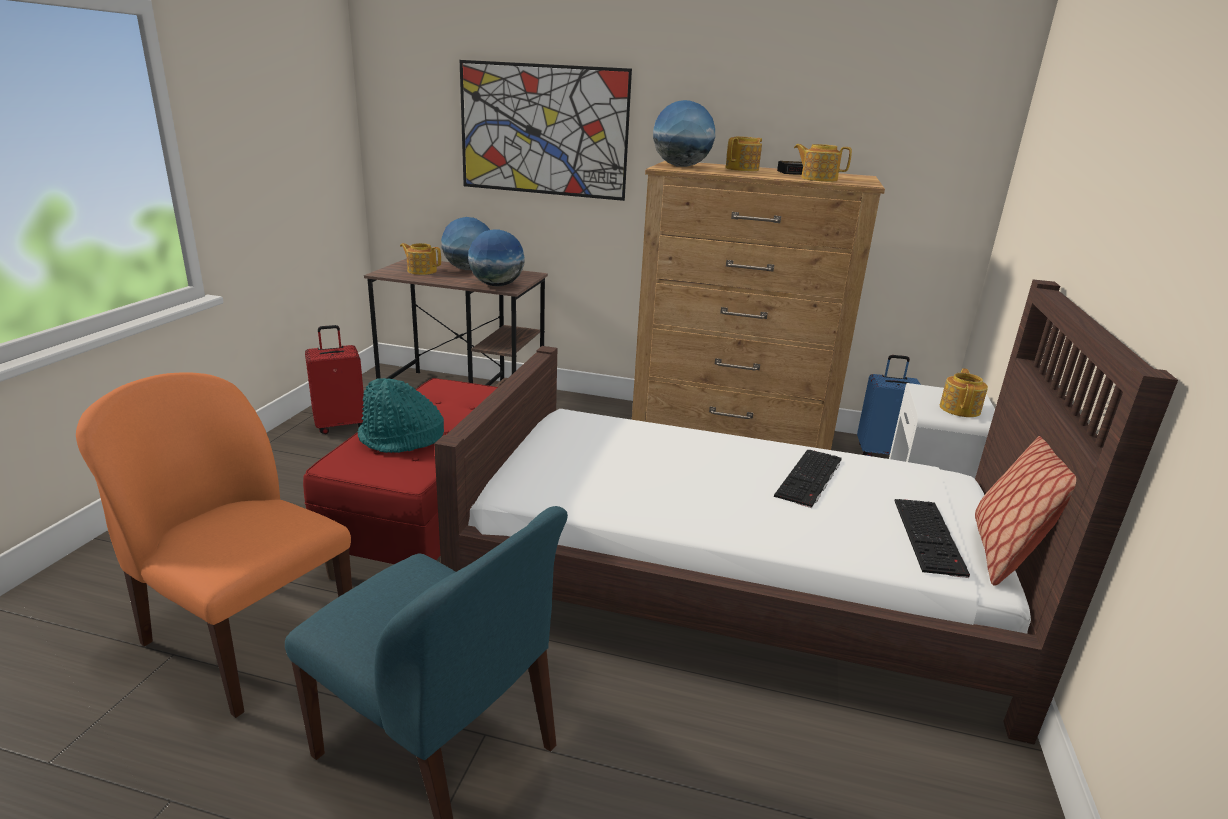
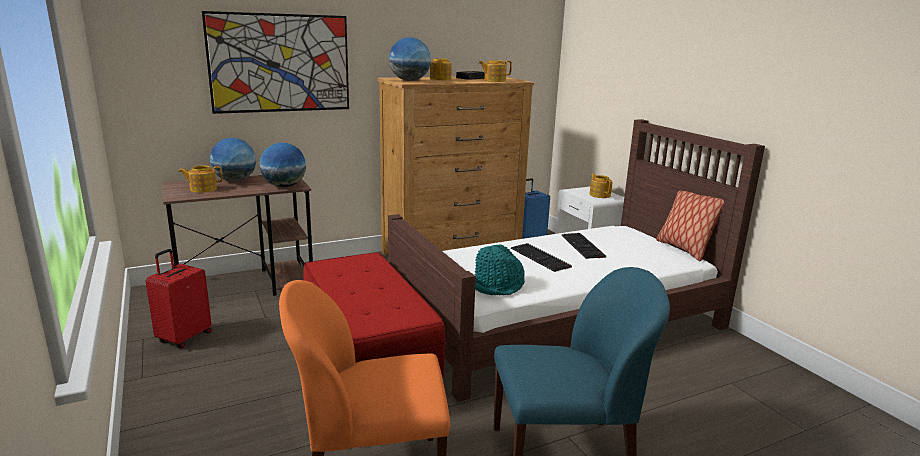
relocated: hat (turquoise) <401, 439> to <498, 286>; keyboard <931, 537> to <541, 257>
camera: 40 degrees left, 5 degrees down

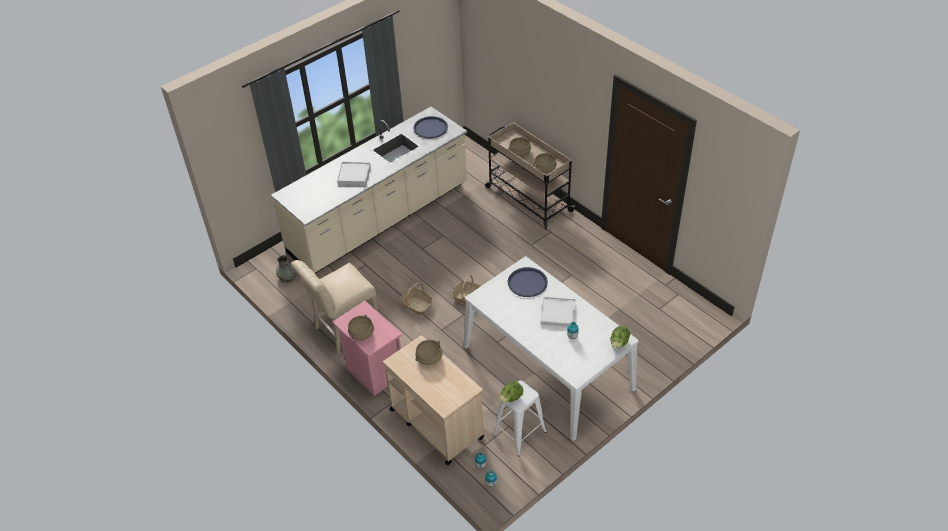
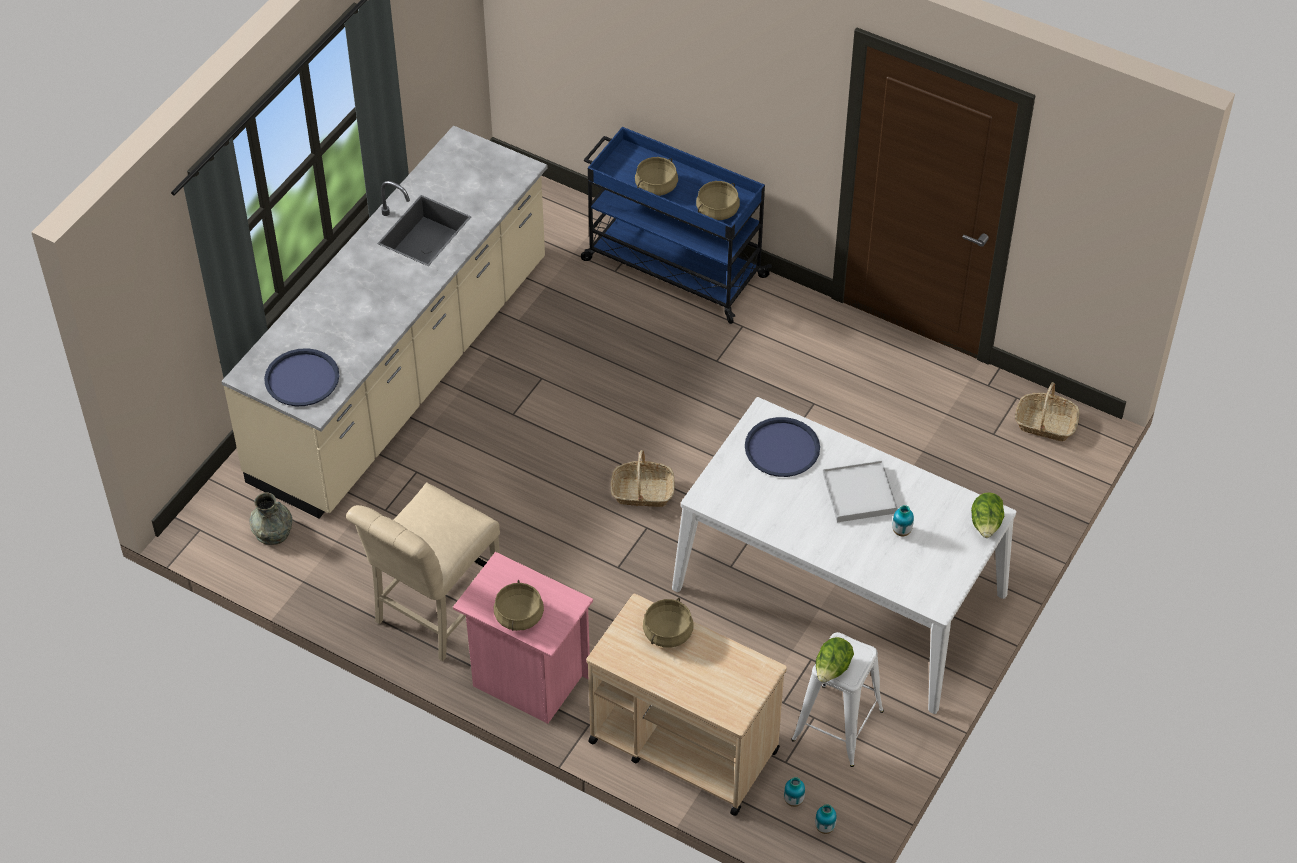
missing: tray (white) <354, 174>
relocated: basket <416, 305> to <1045, 424>; tray (blue) <430, 128> to <302, 378>
colour: cart (beige) <527, 198> to cart (blue) <672, 267>
camera: 20 degrees left, 5 degrees up

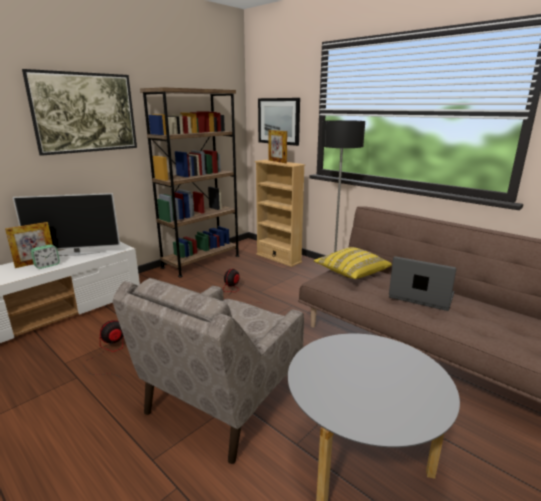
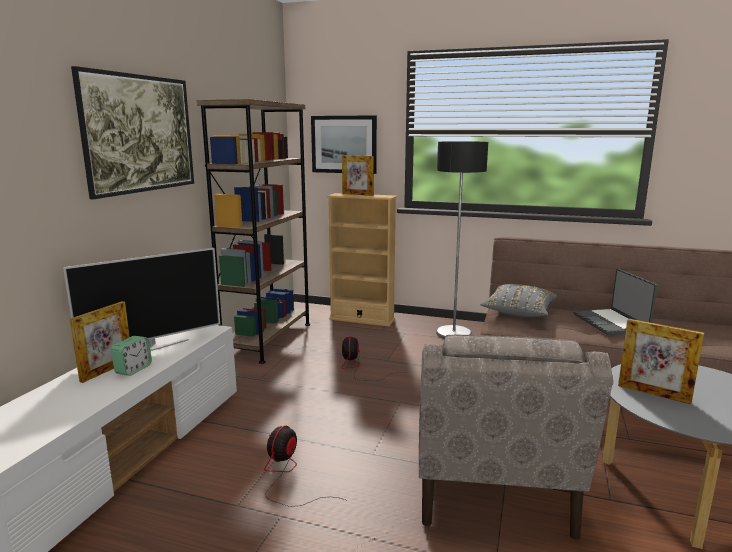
appeared: picture frame <653, 393>
colour: pillow (yellow) <351, 273> to pillow (grey) <519, 313>
spun: laptop <420, 297> = <611, 323> 105 degrees counterclockwise
camera: 25 degrees left, 5 degrees down

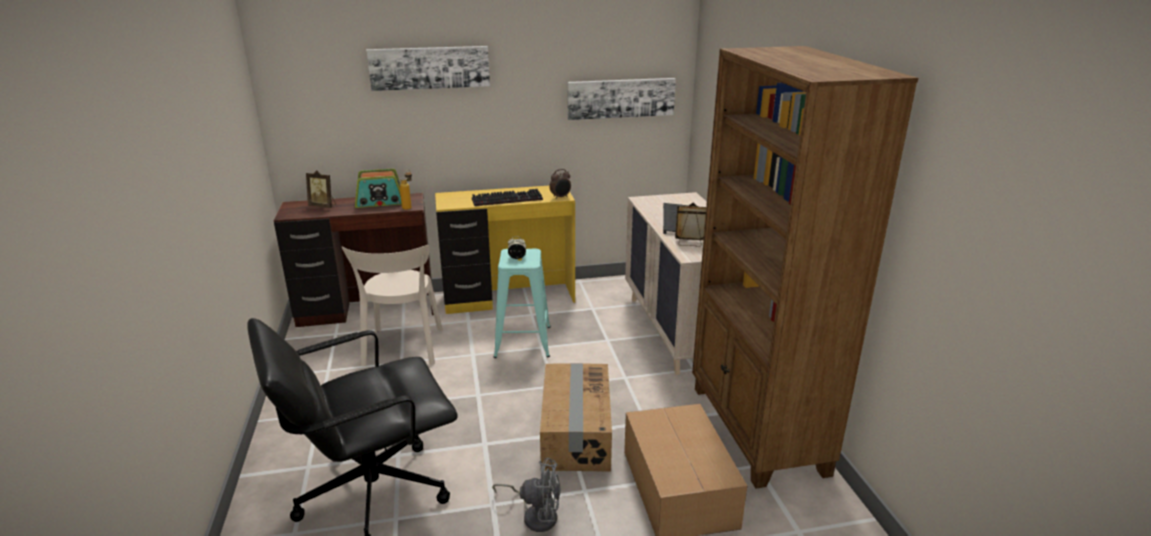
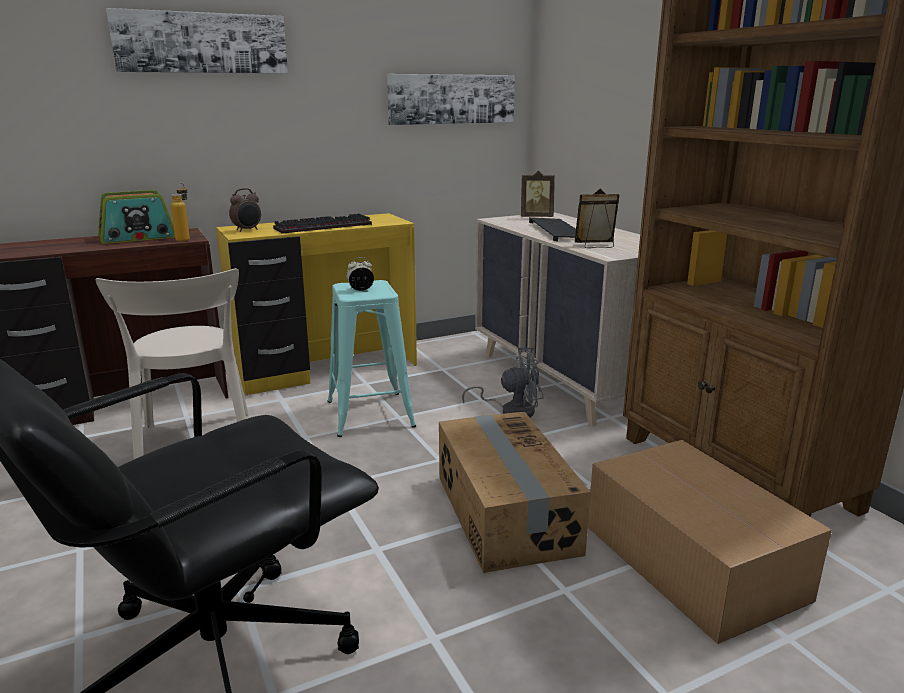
relocated: picture frame <323, 206> to <536, 217>; fan (grey) <536, 515> to <511, 411>; alarm clock <560, 197> to <247, 230>
camera: 15 degrees left, 5 degrees down

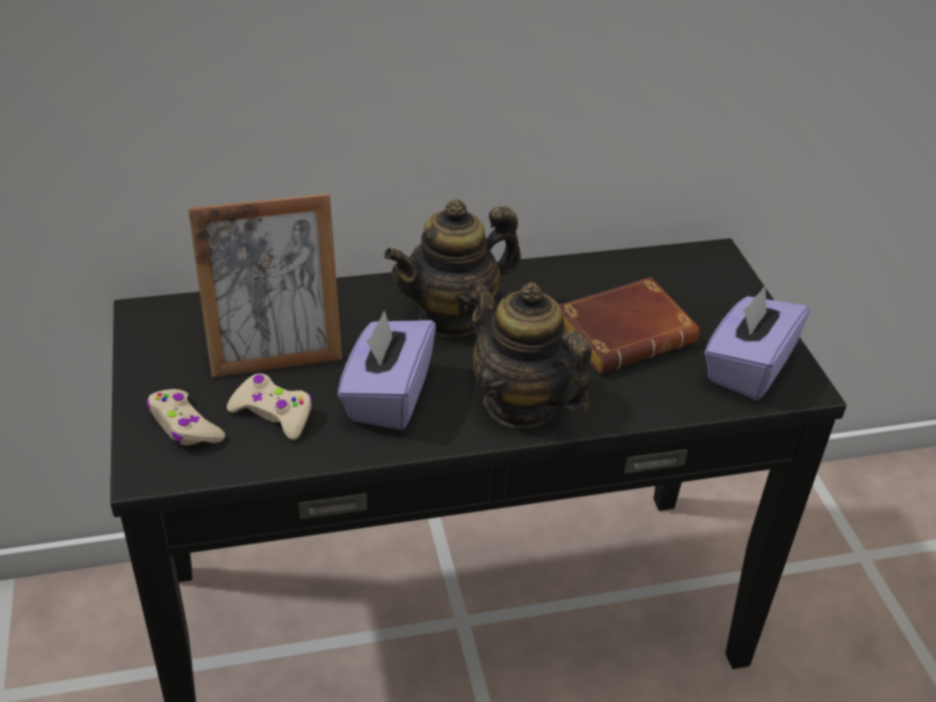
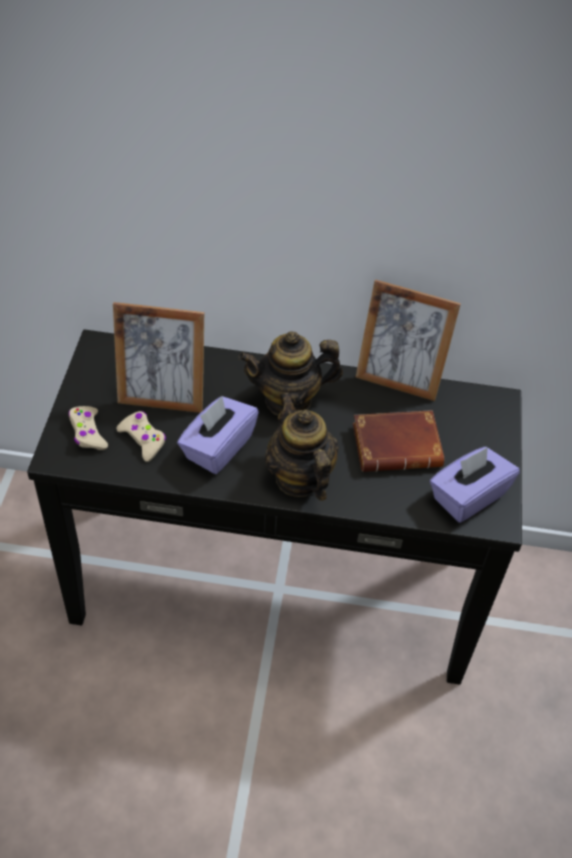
appeared: picture frame <398, 381>
camera: 20 degrees right, 10 degrees up

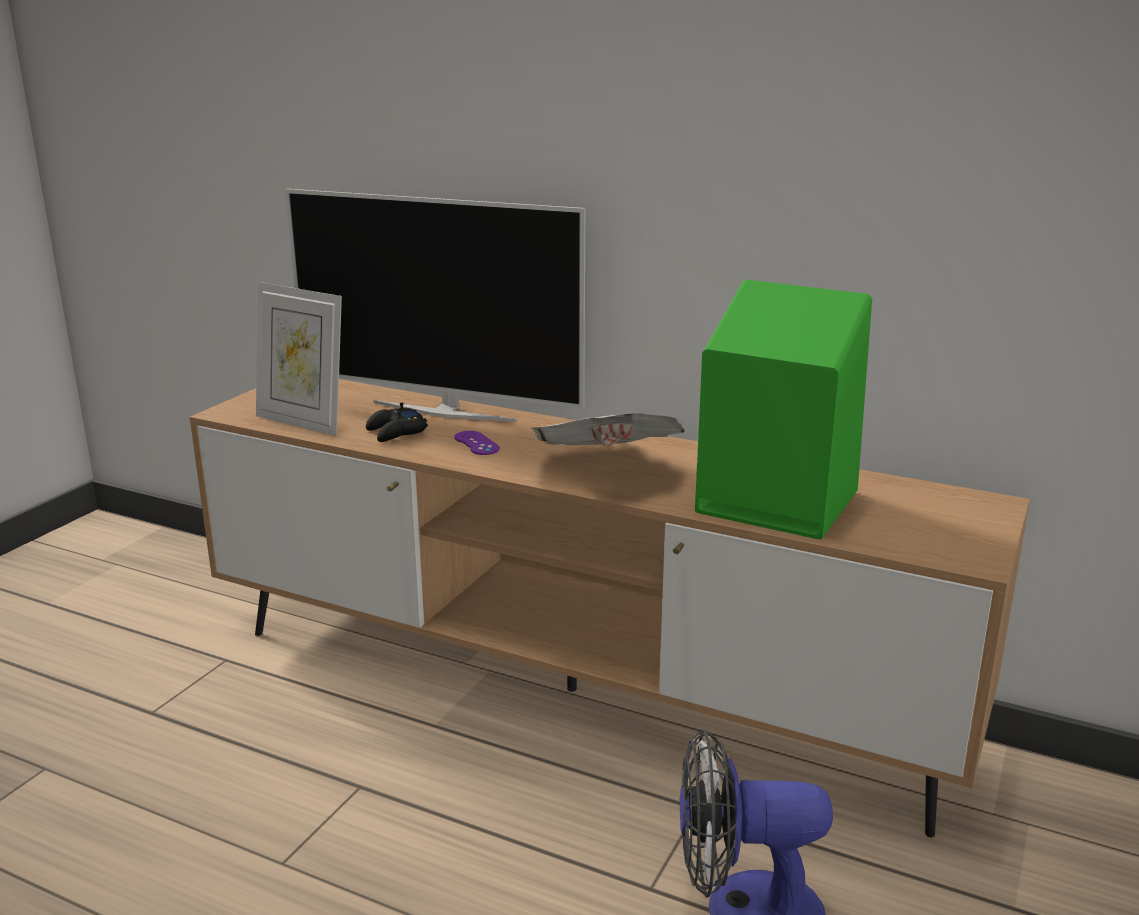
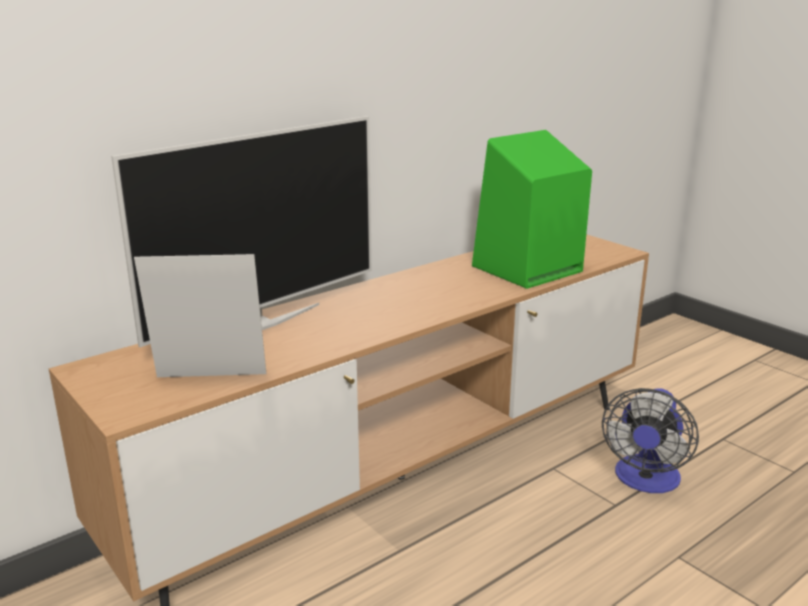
missing: game controller (black) <396, 432>; game controller (purple) <476, 443>; newspaper <607, 471>
spun: picture frame <303, 422> = <210, 380> 150 degrees counterclockwise
camera: 65 degrees left, 0 degrees up

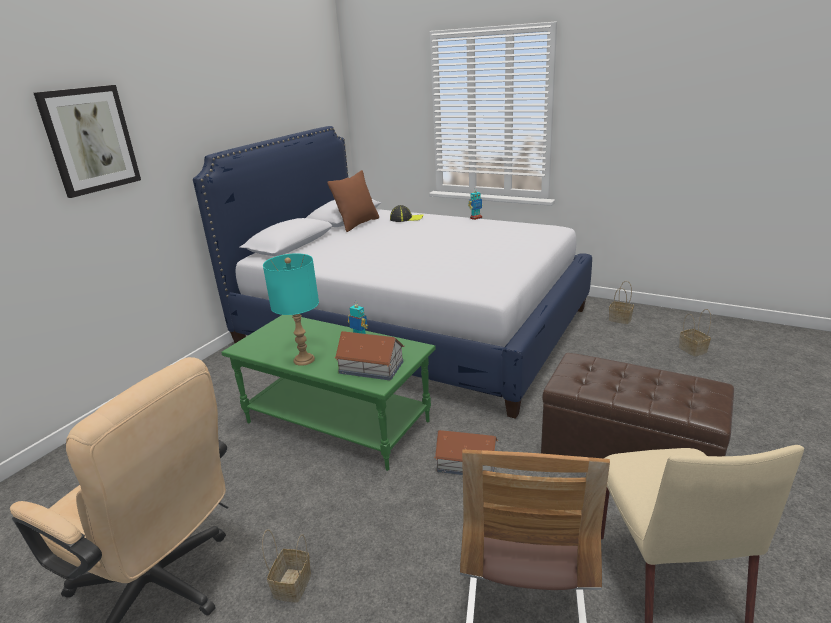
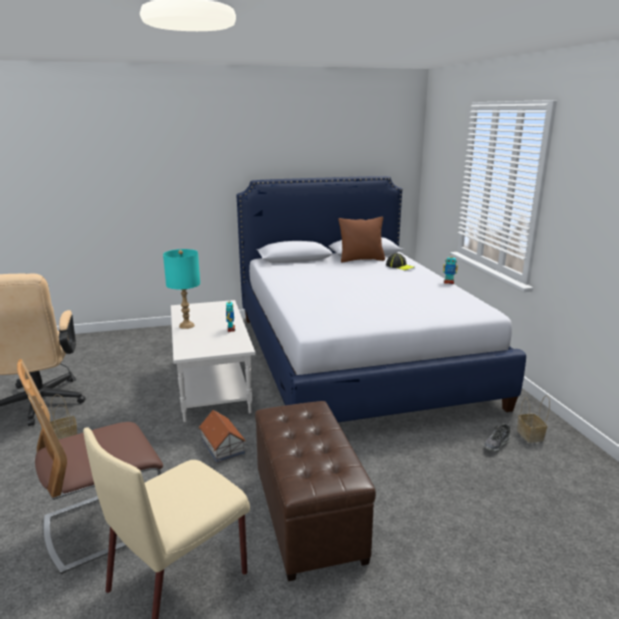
missing: picture <90, 140>; toy house <370, 367>; basket <691, 349>
appeared: shoe <496, 444>
colour: coffee table (green) <338, 421> to coffee table (white) <213, 385>
camera: 45 degrees right, 5 degrees down

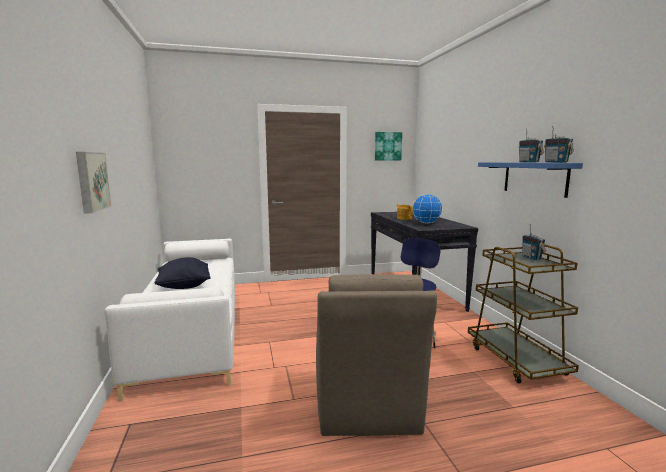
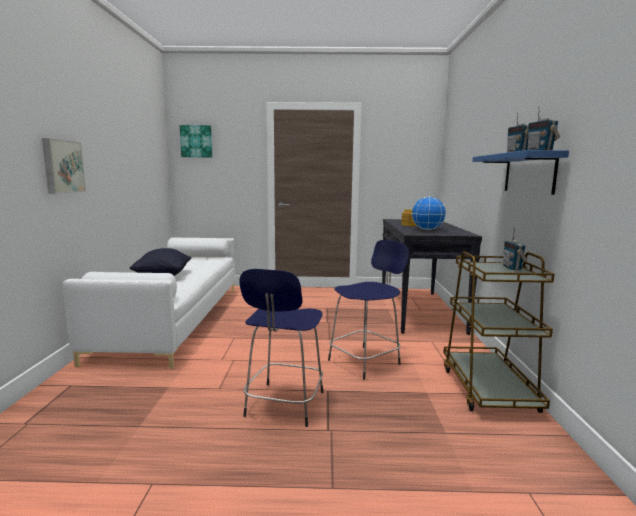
relocated: picture <387, 146> to <196, 141>
exchanged: armchair (brown) <366, 406> to stool (blue) <284, 405>
camera: 15 degrees right, 0 degrees up

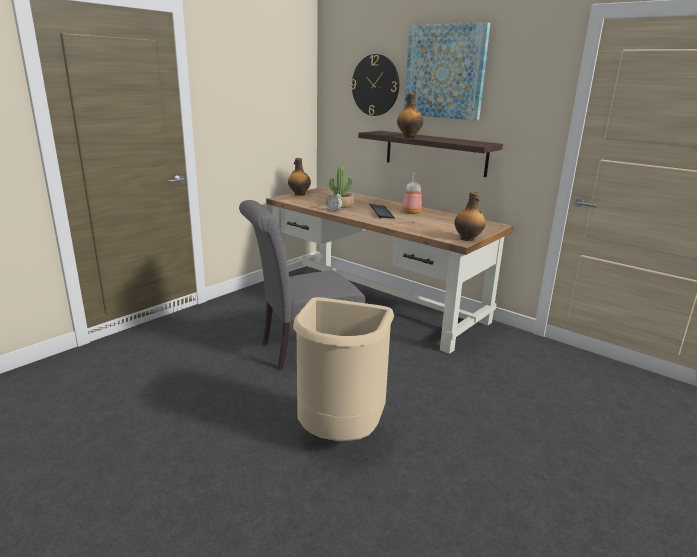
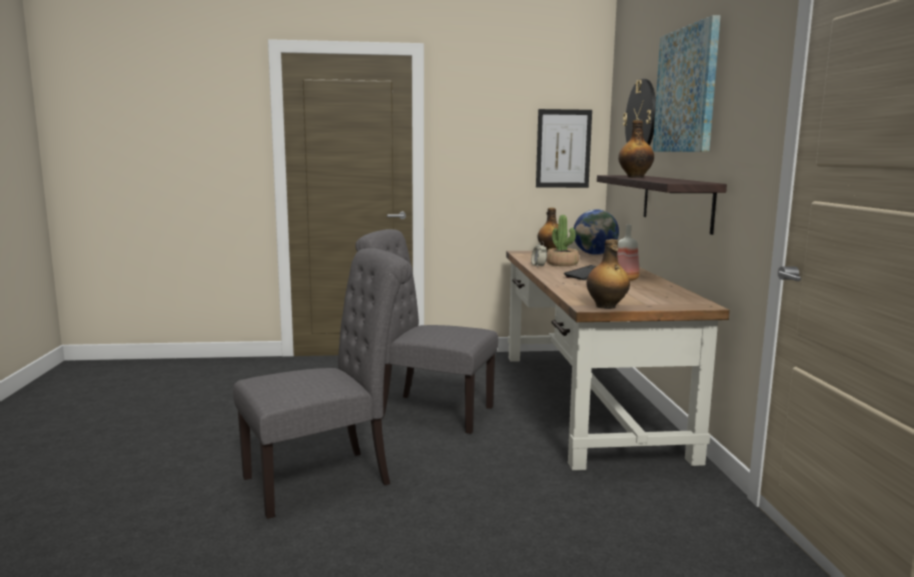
appeared: picture <563, 148>; globe <594, 254>
exchanged: trash can (beige) <339, 434> to chair (grey) <326, 479>
camera: 45 degrees right, 10 degrees down

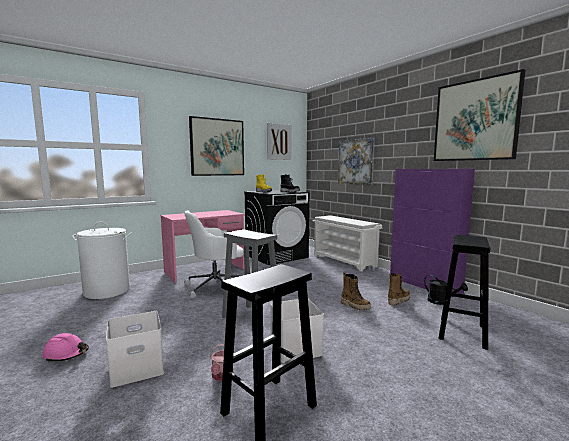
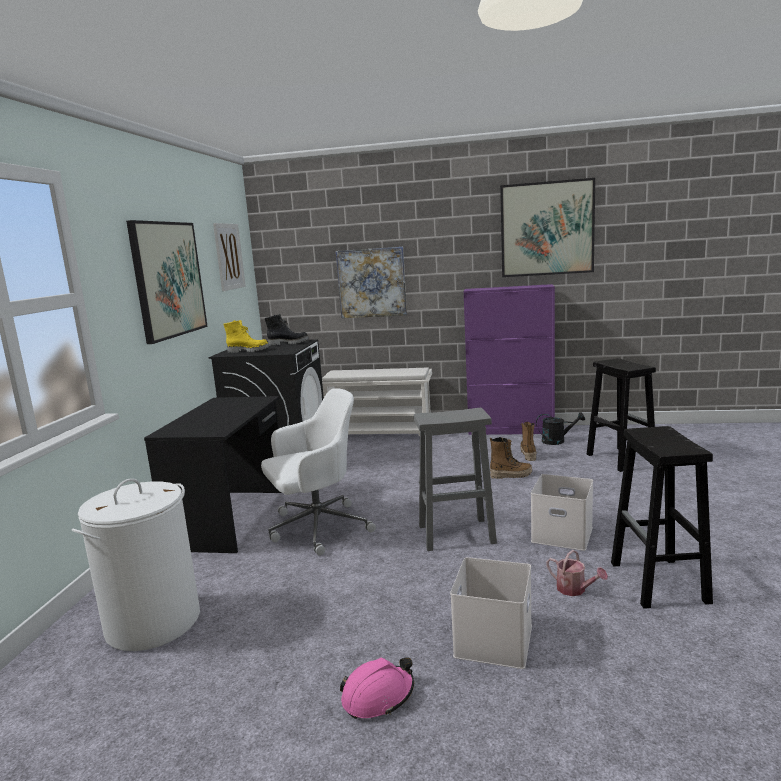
colour: desk (pink) <205, 270> to desk (black) <233, 518>
spun: office chair (white) <216, 287> = <317, 528> 135 degrees counterclockwise
camera: 45 degrees left, 5 degrees up

